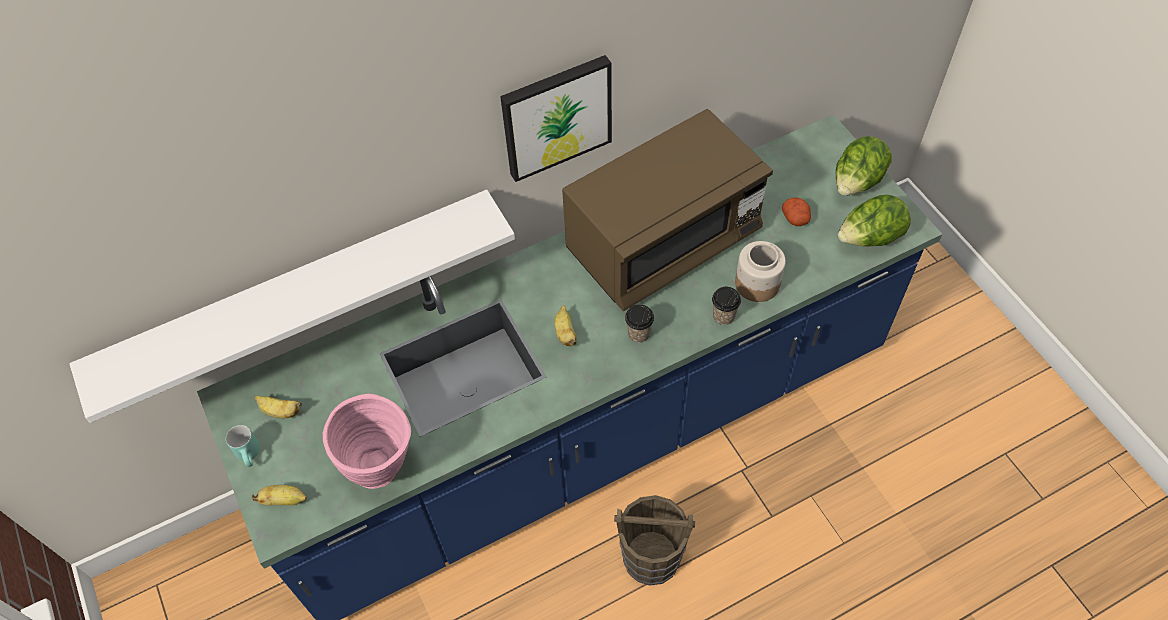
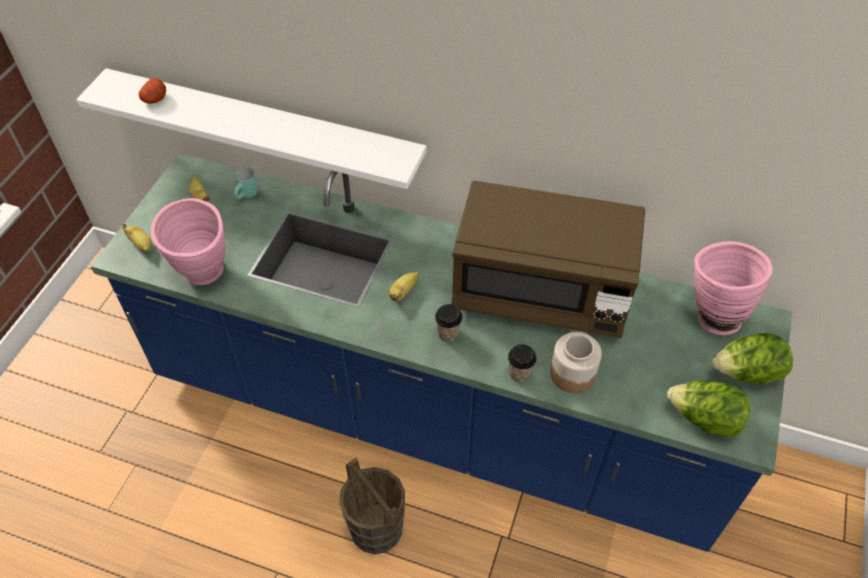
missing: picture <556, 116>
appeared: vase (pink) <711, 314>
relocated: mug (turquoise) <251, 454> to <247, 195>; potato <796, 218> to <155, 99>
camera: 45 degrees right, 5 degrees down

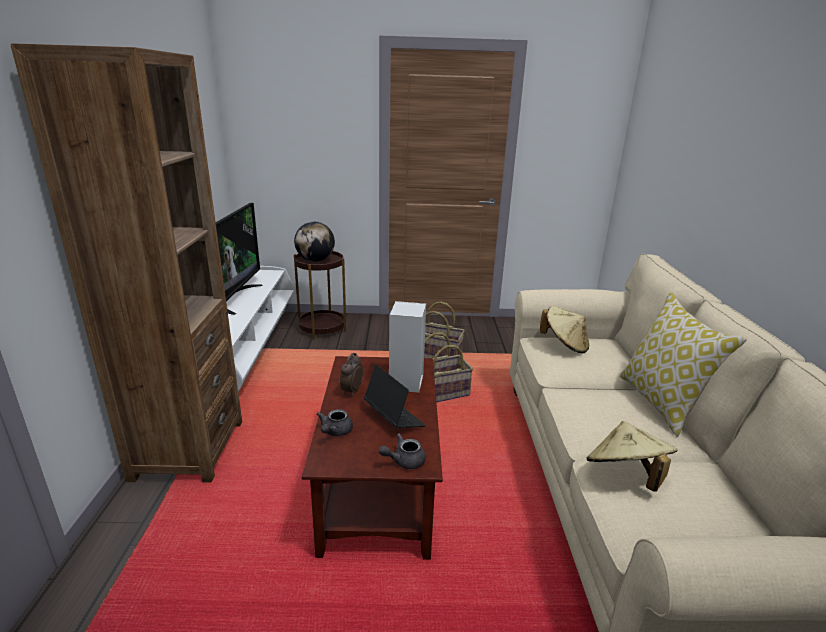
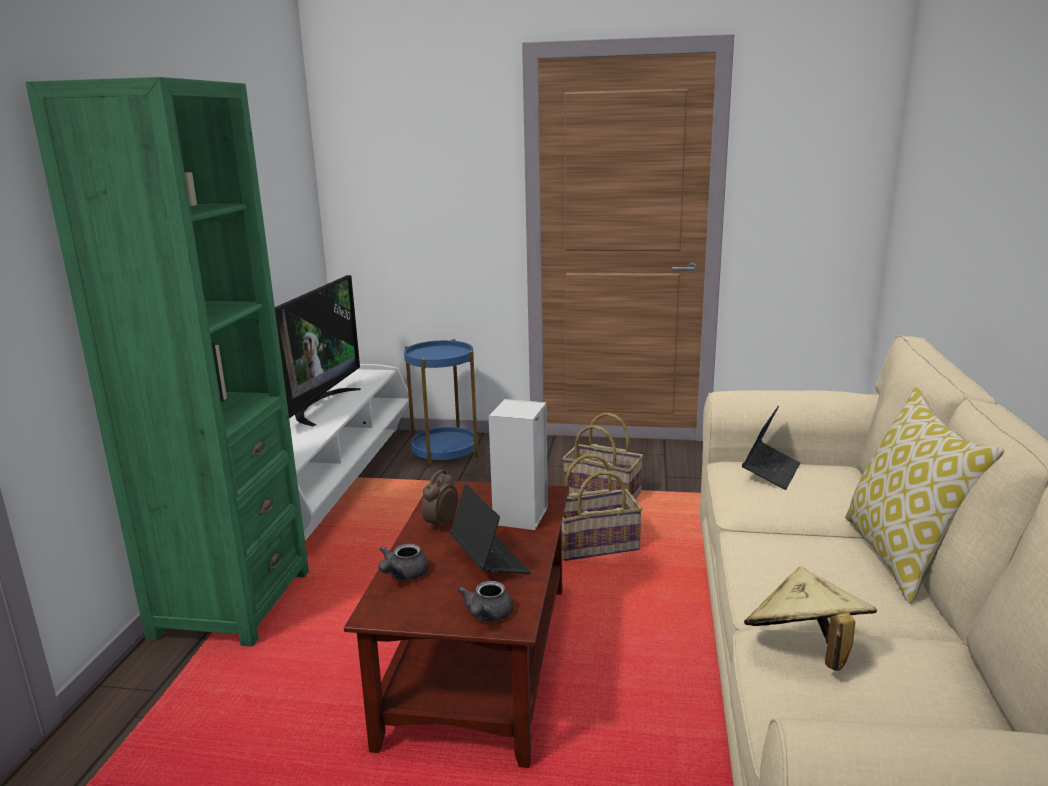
missing: globe <315, 260>
exchanged: hat (beige) <564, 345> to laptop <771, 472>
colour: bookcase (brown) <188, 449> to bookcase (green) <232, 604>; side table (brown) <322, 328> to side table (blue) <445, 453>
spun: teapot (grey) <404, 461> = <487, 616> 60 degrees counterclockwise
camera: 10 degrees right, 5 degrees down

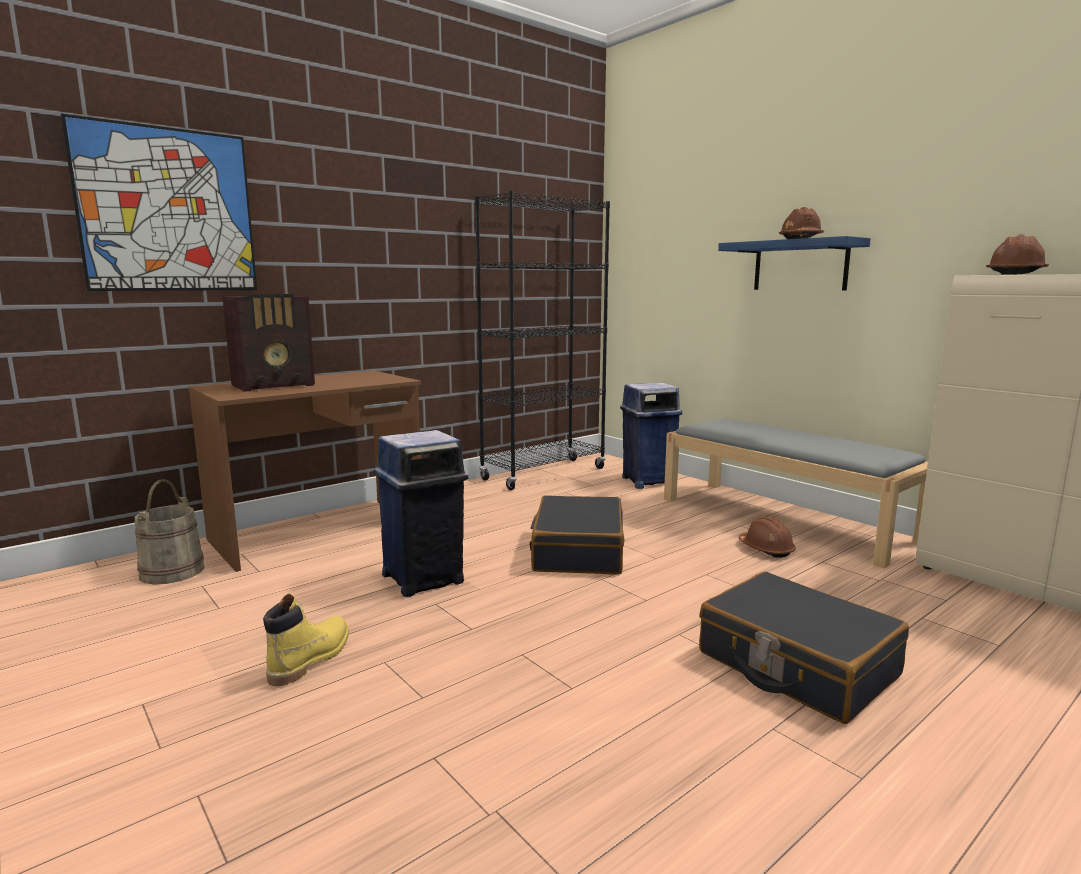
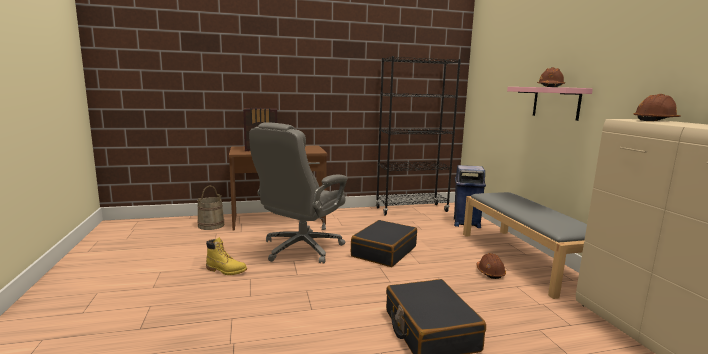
missing: picture <168, 210>
exchanged: trash can (blue) <424, 578> to office chair (grey) <300, 249>
colour: shelf (blue) <800, 266> to shelf (pink) <556, 102>
spun: boot (yellow) <311, 659> = <226, 270> 60 degrees clockwise
camera: 25 degrees right, 0 degrees up

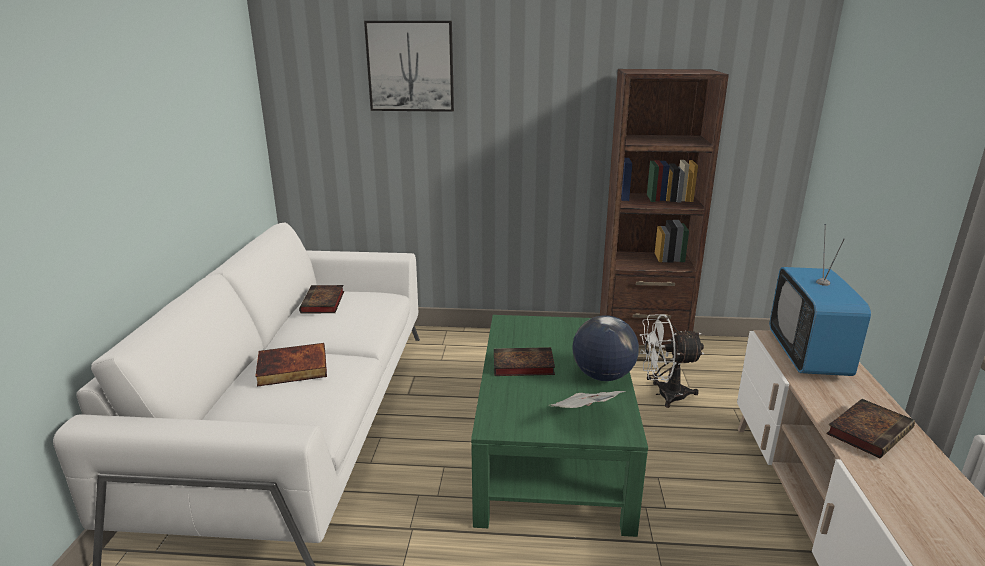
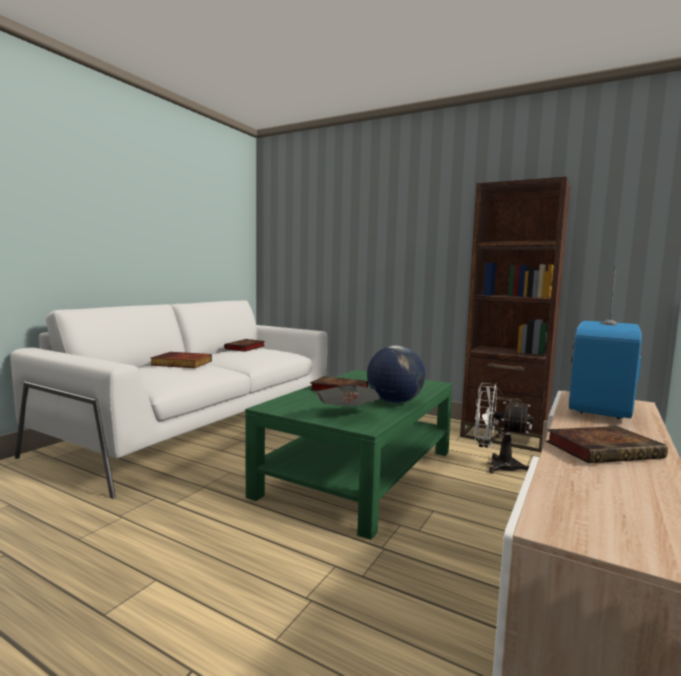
missing: picture <410, 66>
camera: 25 degrees right, 15 degrees down

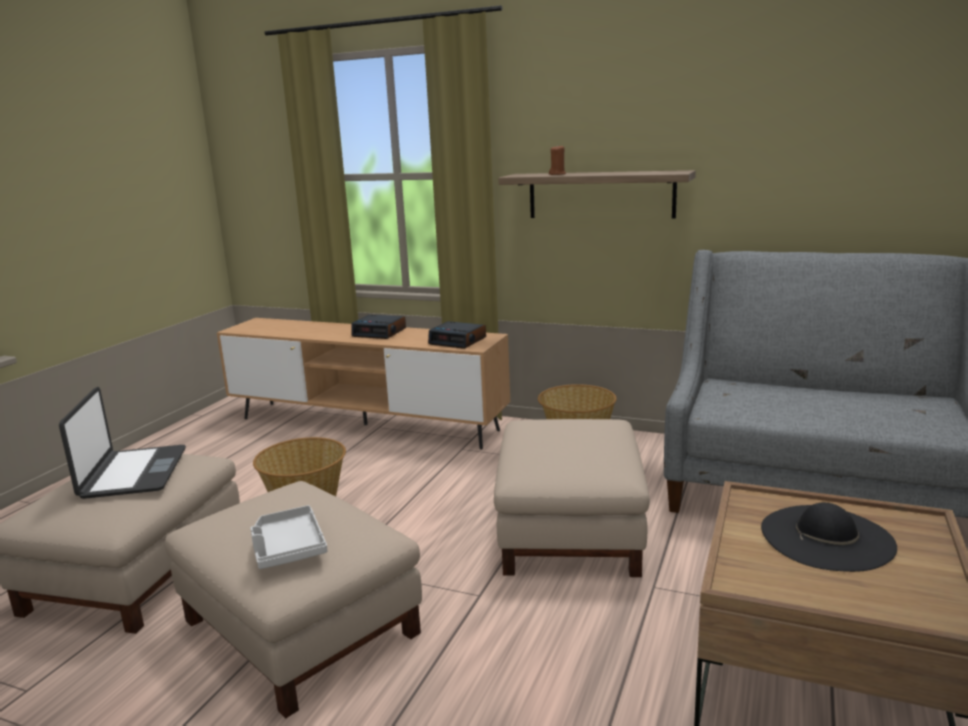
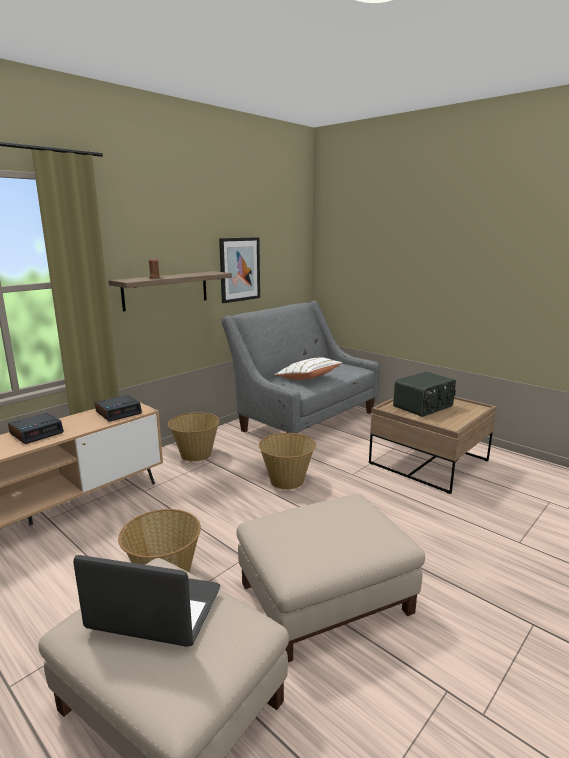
missing: tray (grey) <288, 548>
appeared: picture <239, 269>; pillow (white) <308, 378>
exchanged: ottoman (beige) <571, 530> to basket <287, 480>; hat (black) <826, 537> to radio <424, 407>
camera: 70 degrees left, 0 degrees up

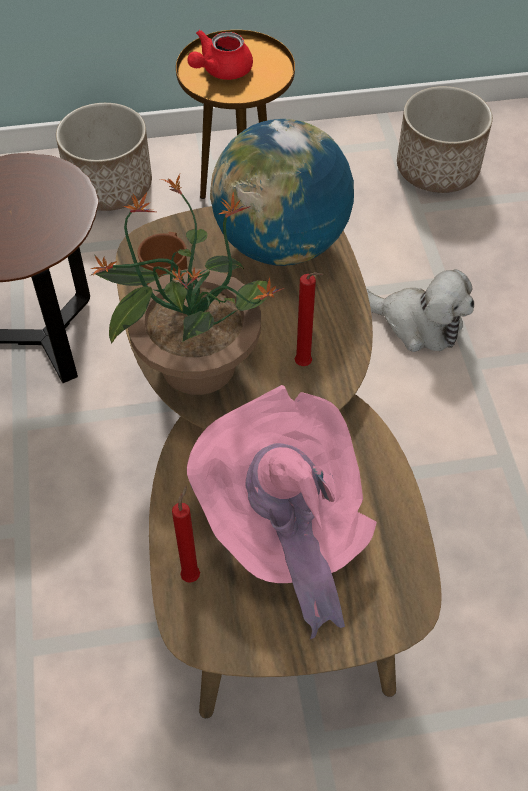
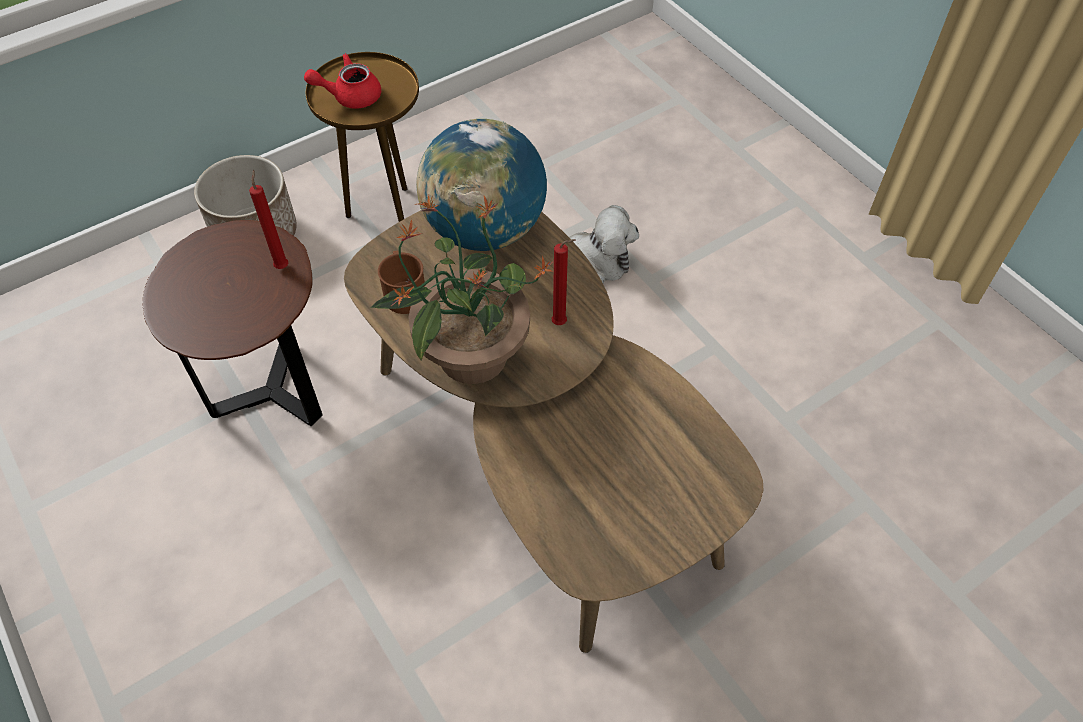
missing: hat (pink) <285, 528>; planter <437, 170>
relocated: candle (red) <192, 574> to <282, 265>
spun: teapot (red) <220, 71> = <350, 96> 60 degrees clockwise
camera: 25 degrees left, 0 degrees up

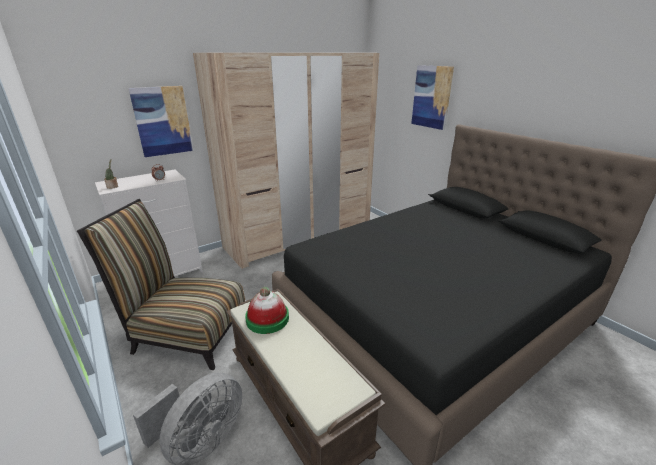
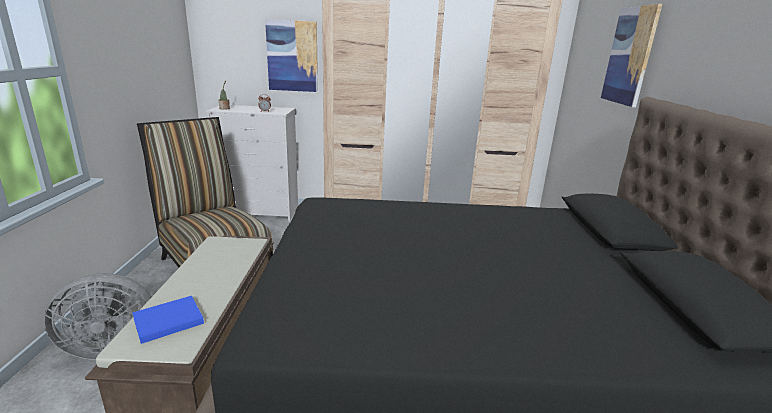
missing: hat <267, 319>
appeared: book (blue) <166, 321>
camera: 35 degrees right, 5 degrees down

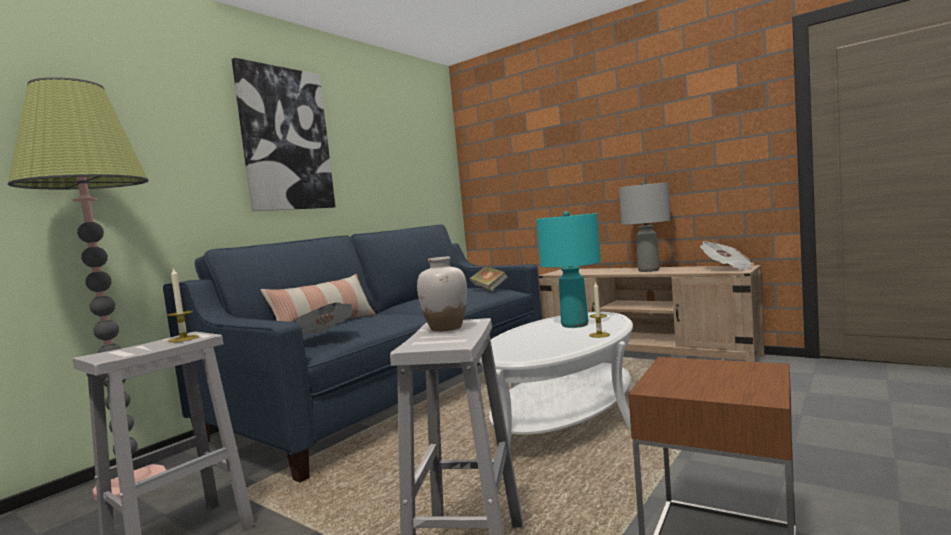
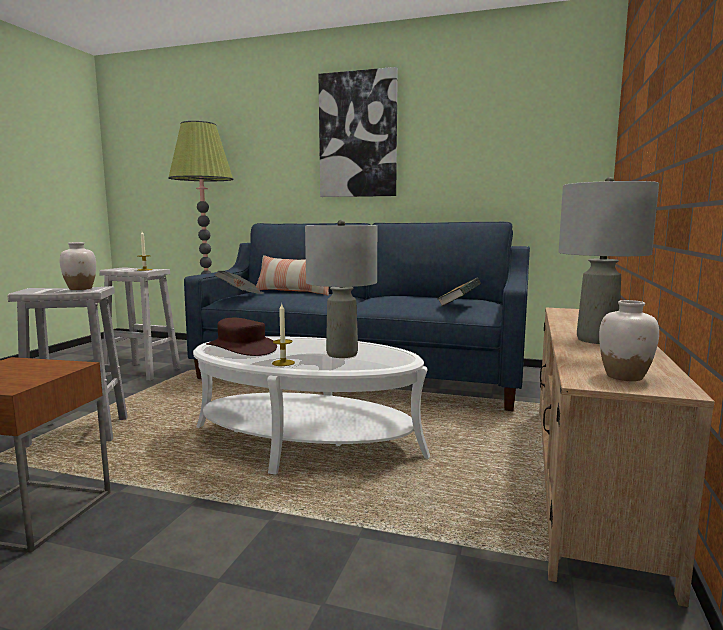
appeared: hat (brown) <242, 348>
exchanged: newspaper <727, 268> to vase (white) <624, 376>
colour: table lamp (turquoise) <574, 325> to table lamp (grey) <341, 354>
camera: 70 degrees right, 5 degrees up

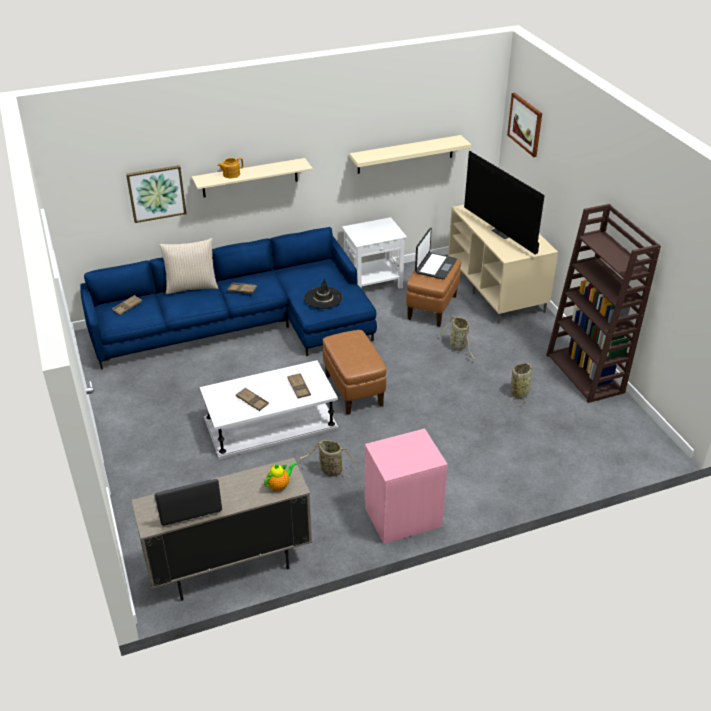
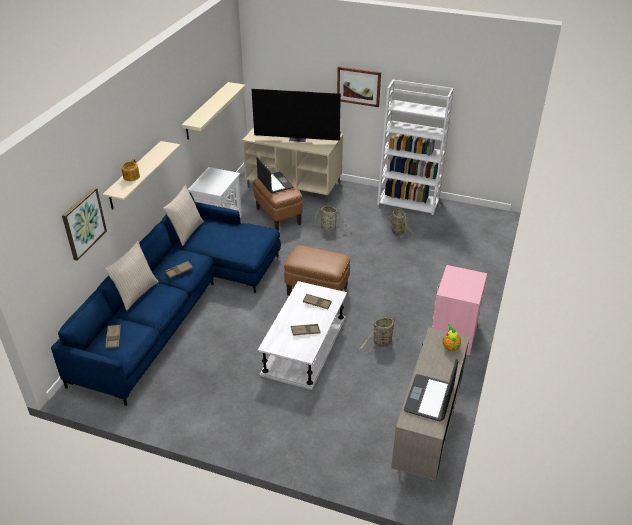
missing: hat (black) <323, 298>
appeared: pillow (beige) <186, 232>
relocated: picture <525, 124> to <358, 86>
colour: bookcase (brown) <585, 374> to bookcase (white) <409, 201>
camera: 50 degrees left, 0 degrees up

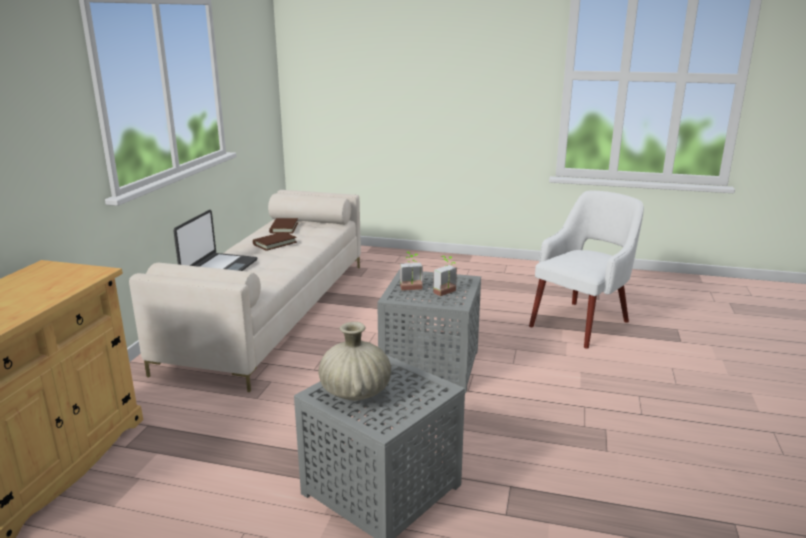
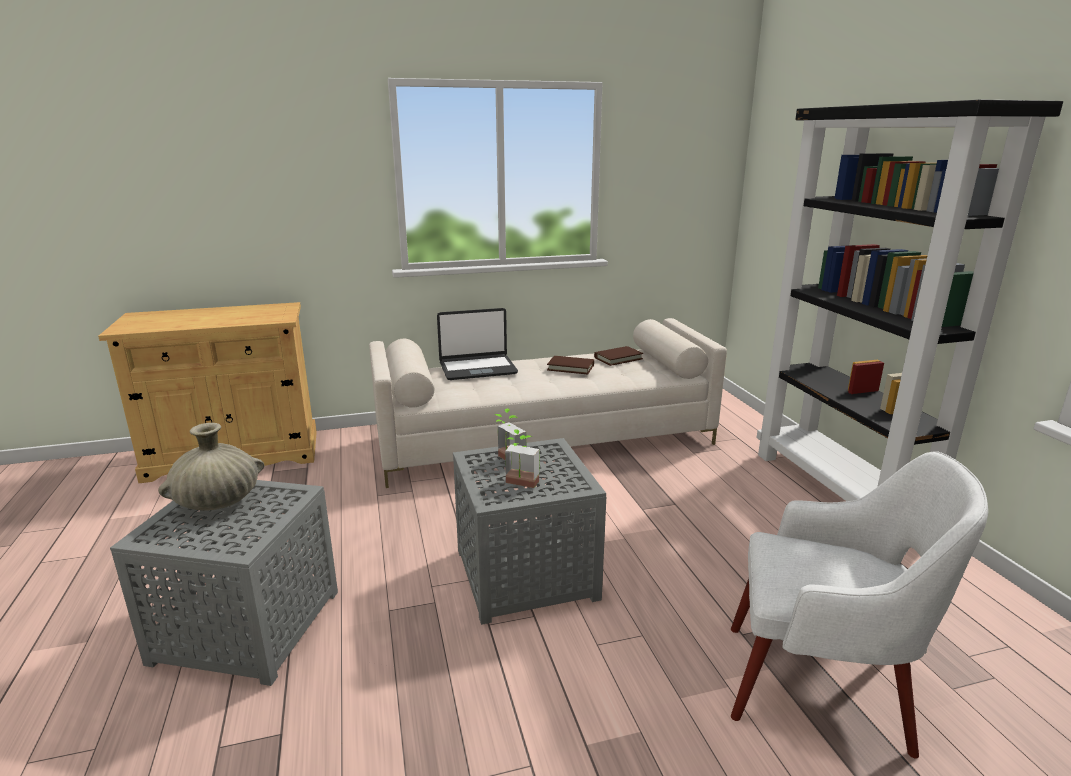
appeared: bookcase (black) <839, 492>
camera: 60 degrees right, 0 degrees up

